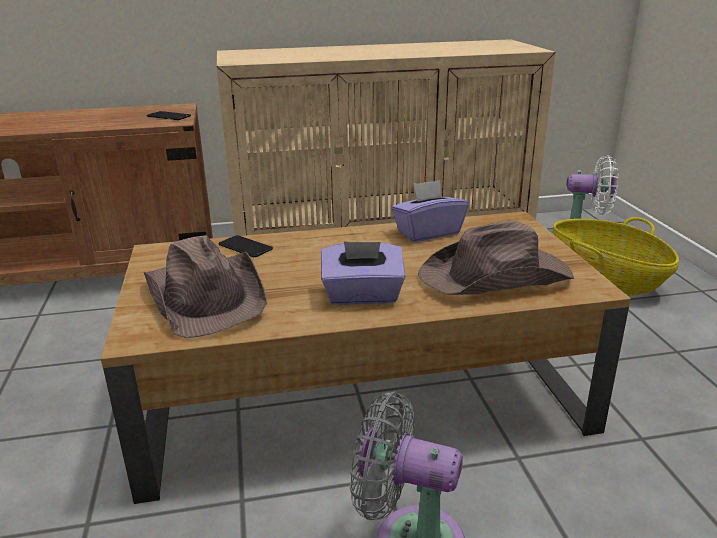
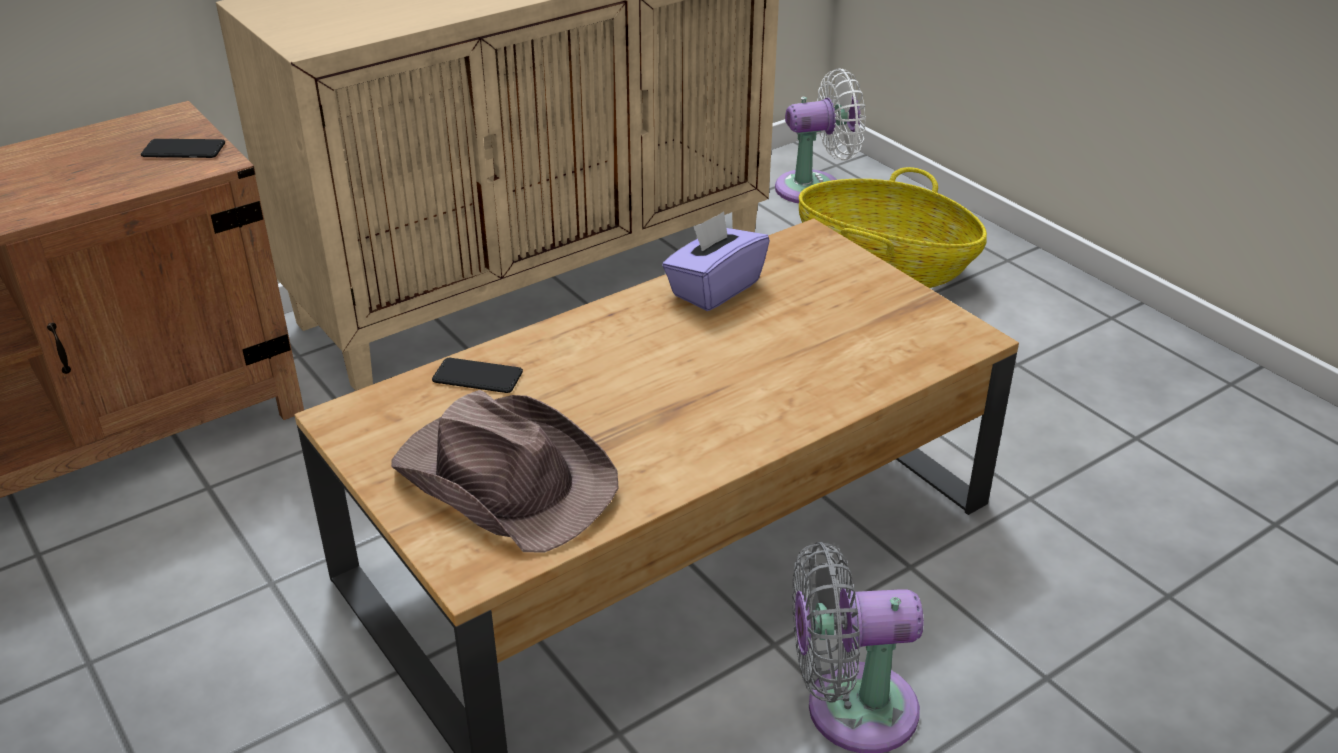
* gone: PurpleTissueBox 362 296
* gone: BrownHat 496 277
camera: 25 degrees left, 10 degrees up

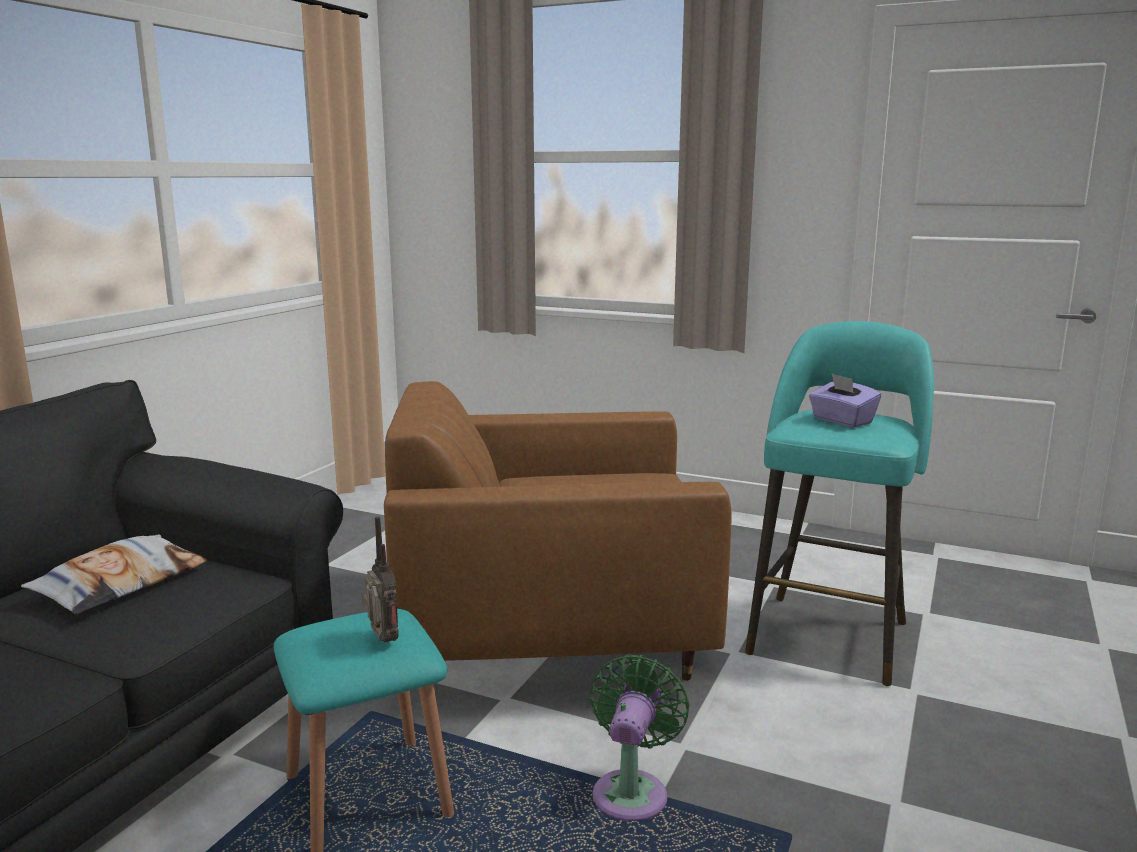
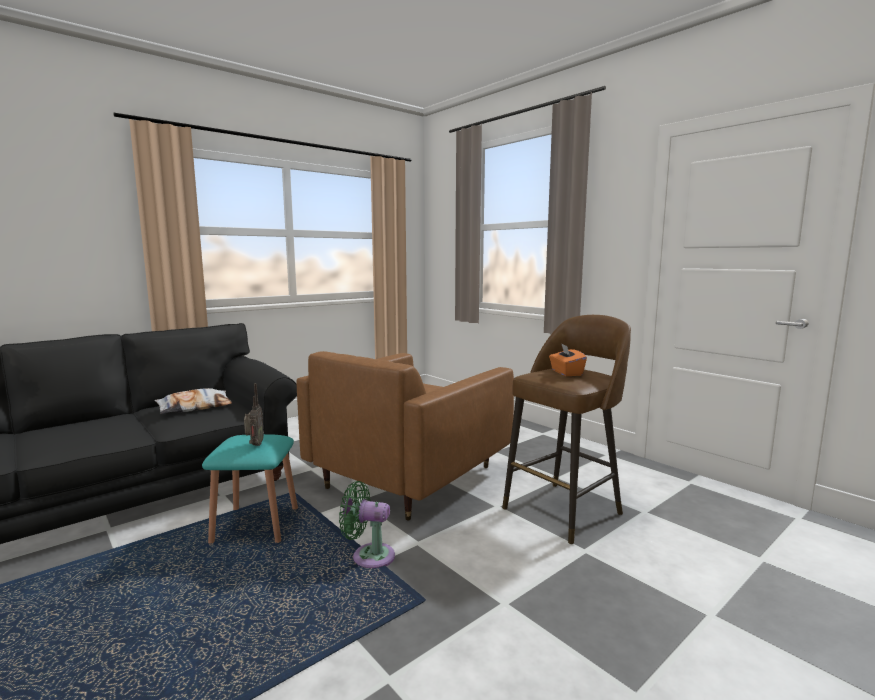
* repainted: TurquoiseStool 830 635 to BrownStool 564 510
* repainted: PurpleTissueBox 841 421 to OrangeTissueBox 566 373
* rotated: BrownArmchair 551 635 = 409 477 75 degrees counterclockwise
* rotated: GreenFan 632 791 = 369 556 120 degrees counterclockwise
camera: 25 degrees right, 5 degrees down

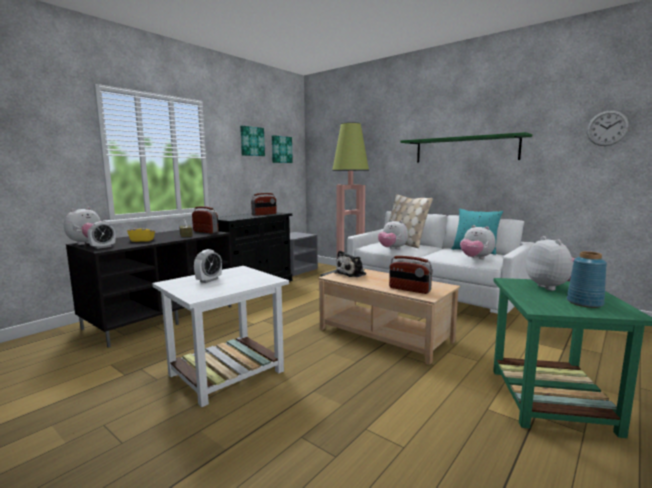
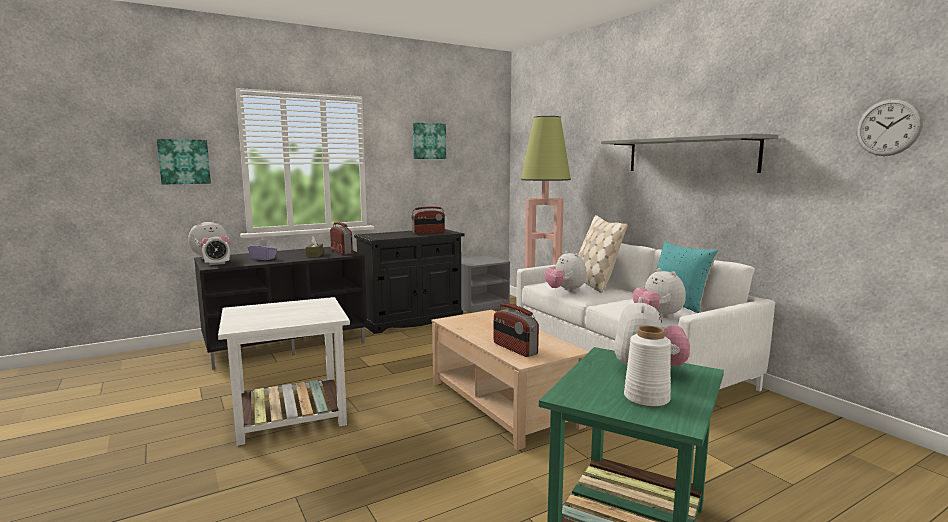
* gone: AlarmClock 209 280
* gone: PlushToy 352 274
* shifted: Picture 281 149 to 184 161
* repainted: YellowTissueBox 142 240 to PurpleTissueBox 263 258
* repainted: GreenShelf 465 149 to GreyShelf 689 155
* repainted: BlueVase 585 303 to WhiteVase 647 399
camera: 20 degrees right, 0 degrees up

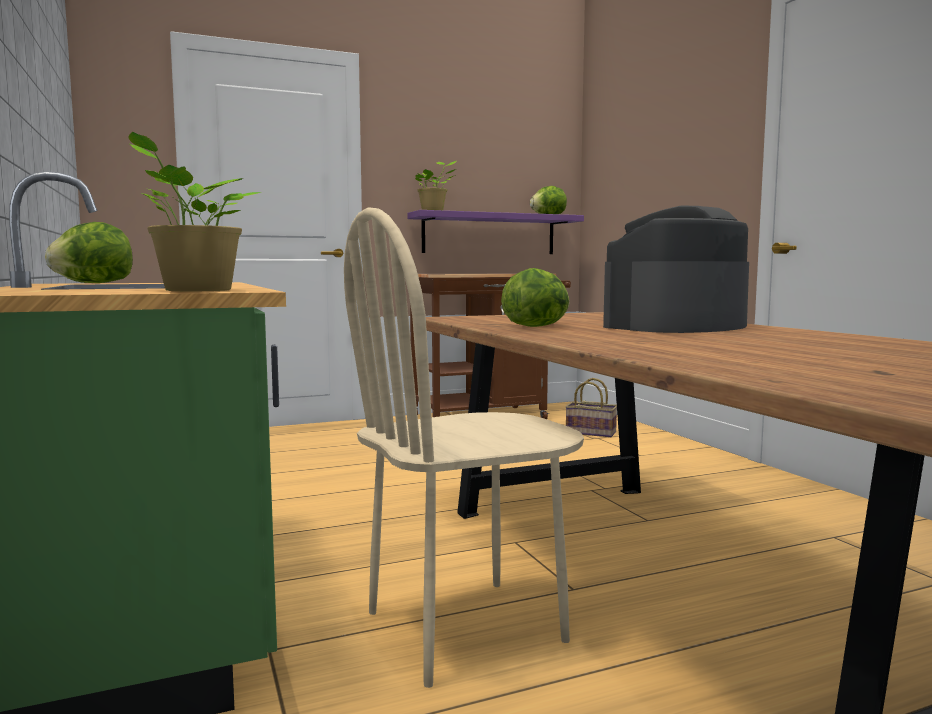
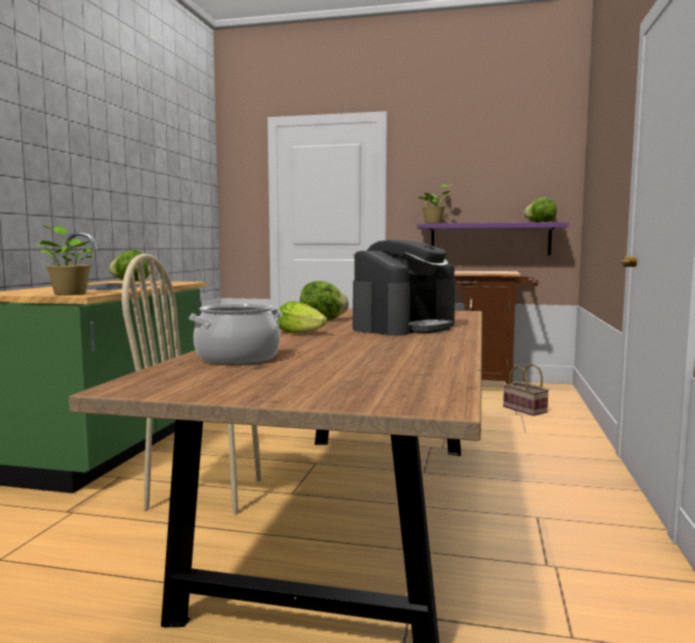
* new: CookingPot 237 358
* new: Lettuce 302 333
* rotated: CoffeeMachine 675 326 = 404 327 135 degrees clockwise
camera: 35 degrees right, 0 degrees up

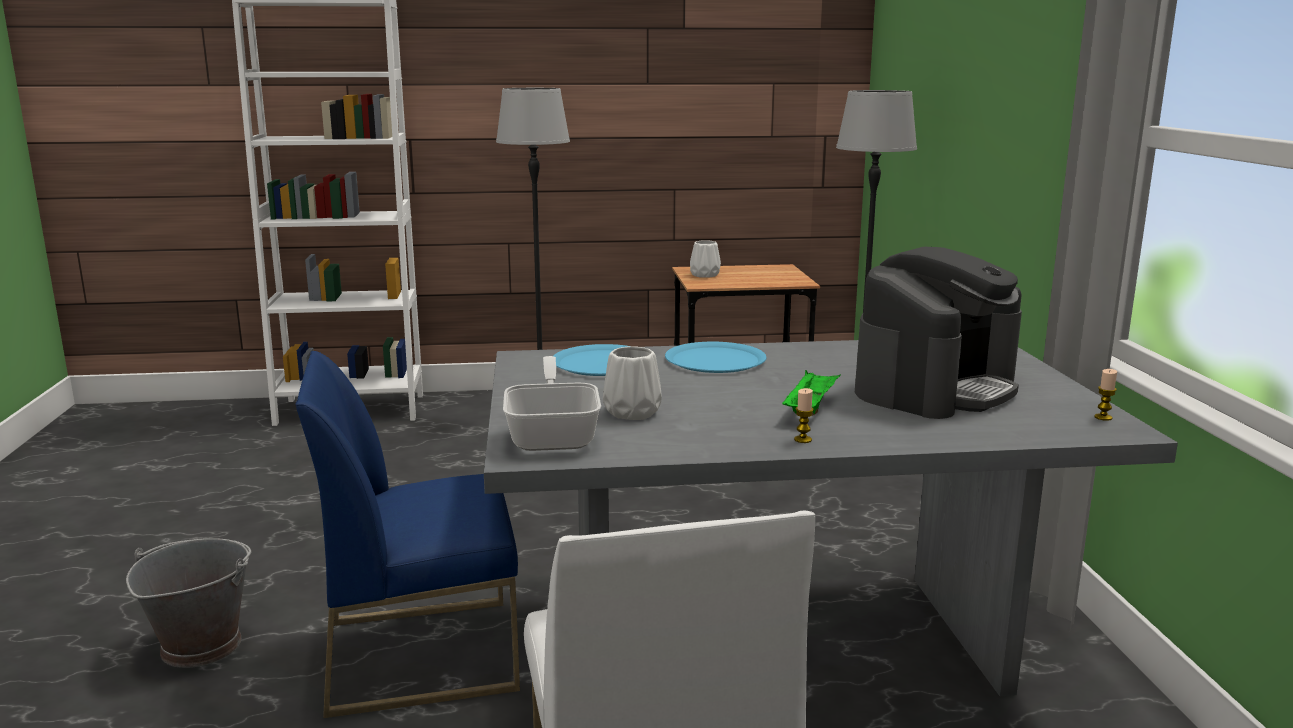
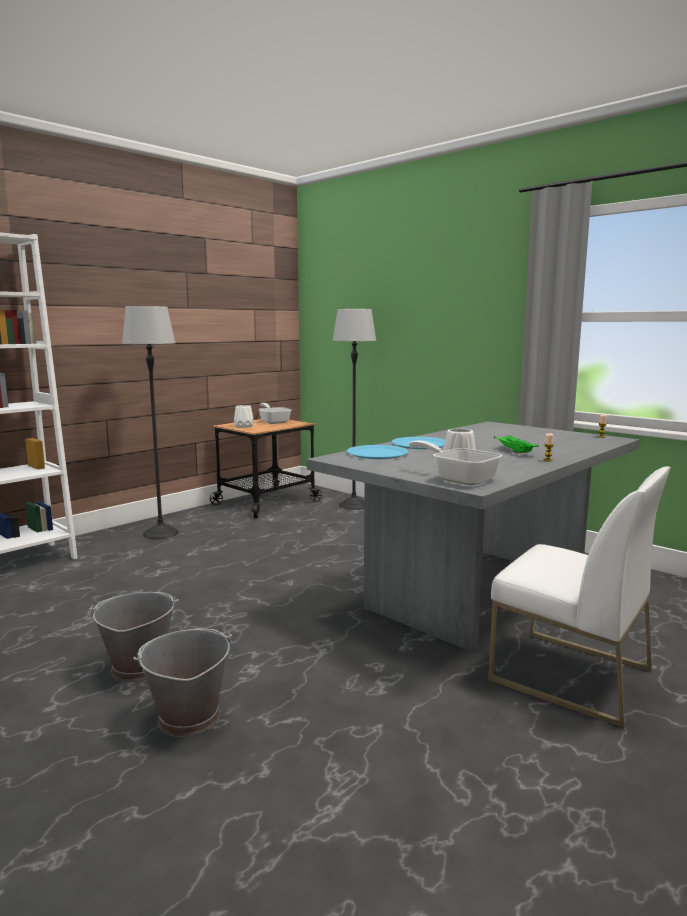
* gone: BlueChair 423 653
* gone: CoffeeMachine 935 388
* new: GreyBucket 138 667
* new: FryingPan 273 421
camera: 40 degrees left, 5 degrees down

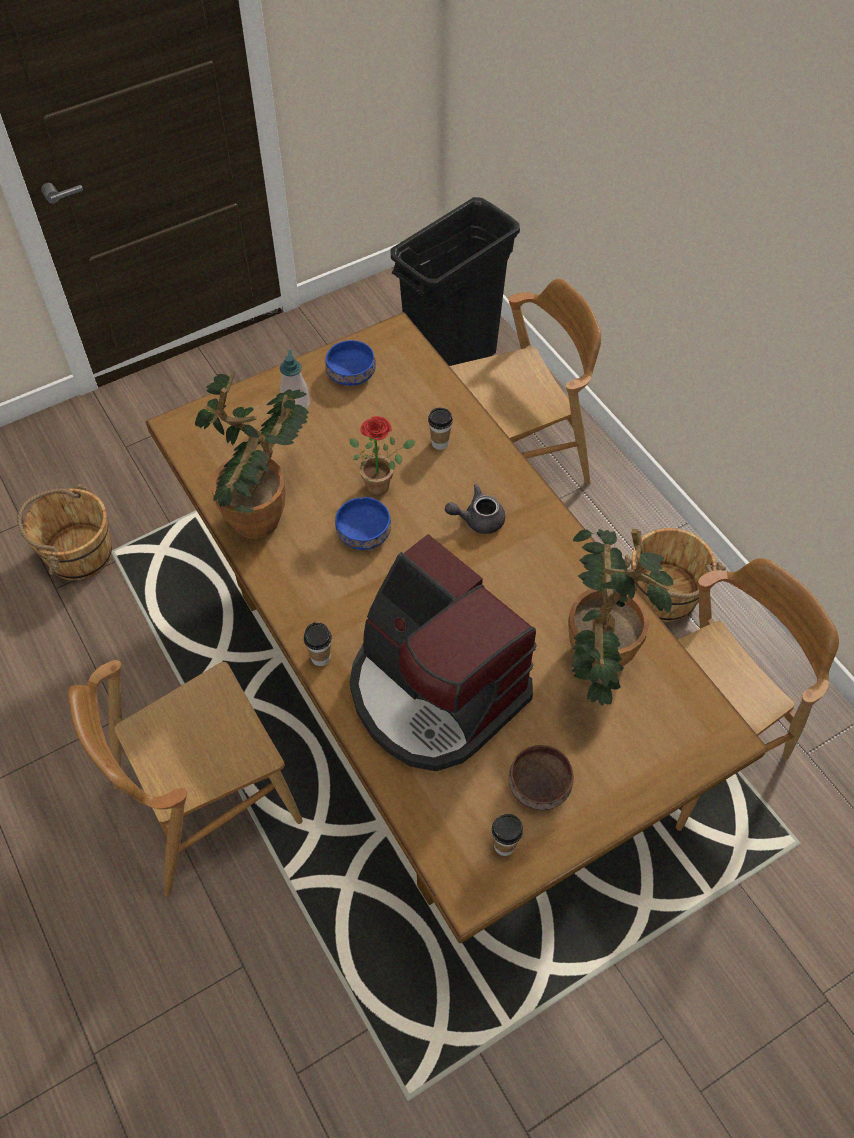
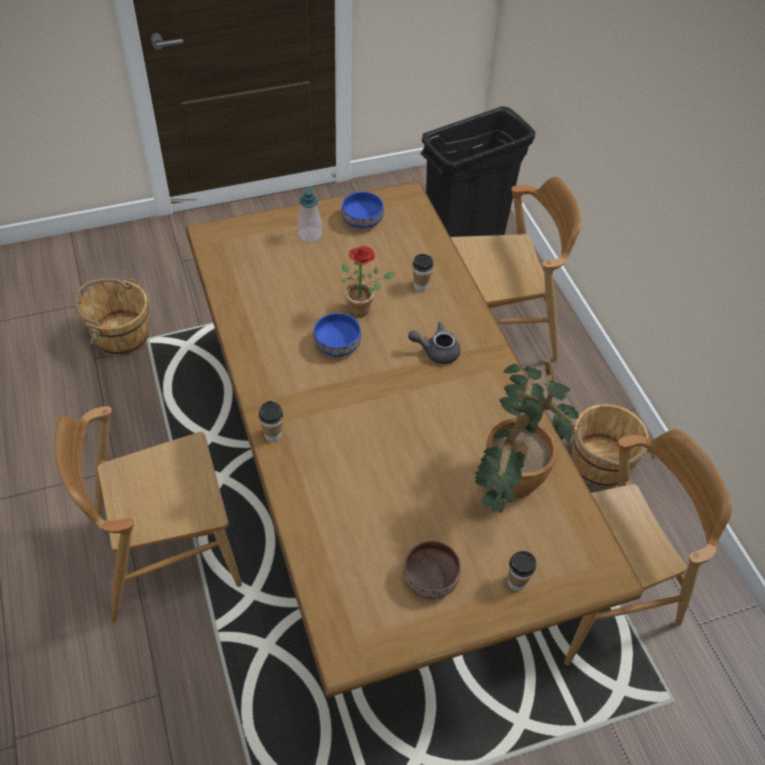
* gone: PottedPlant 265 511
* gone: CoffeeMachine 434 692
* shifted: Cup 504 845 to 516 582
camera: 10 degrees right, 5 degrees down

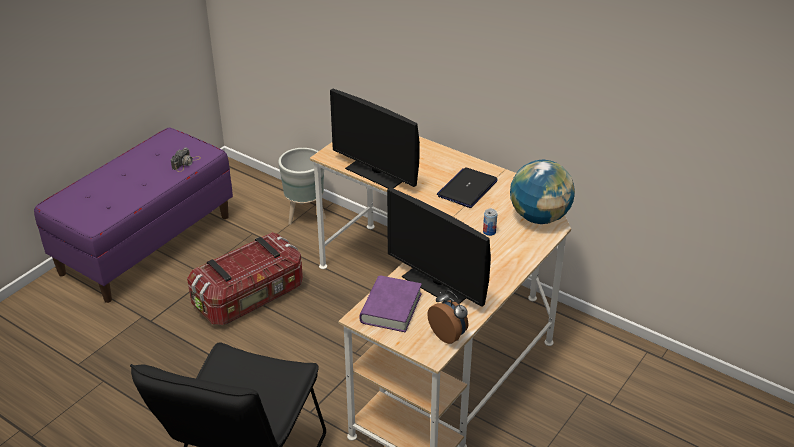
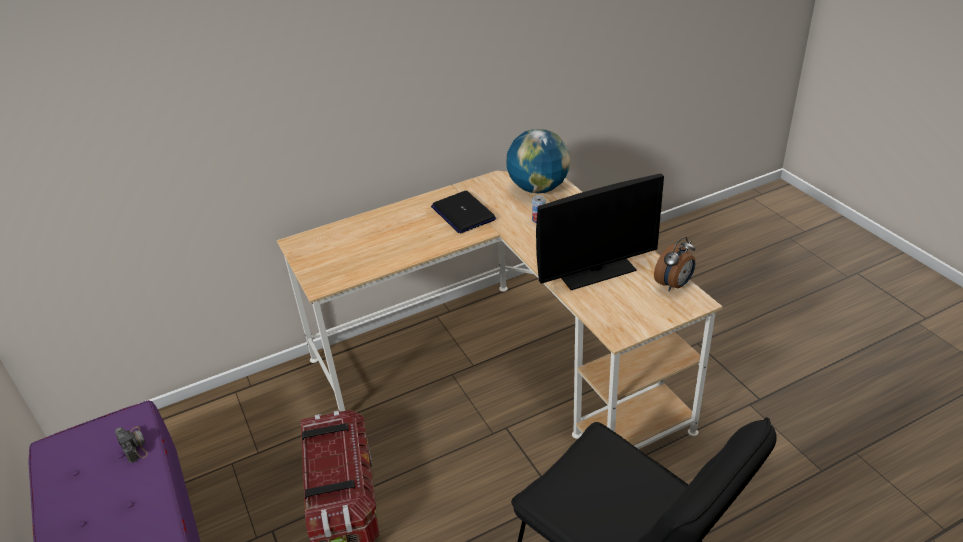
* gone: GreyPlanter 305 215
* gone: Monitor 376 173
* gone: PurpleBook 391 308
* rotated: AlarmClock 449 335 = 674 285 150 degrees clockwise
camera: 60 degrees left, 0 degrees up

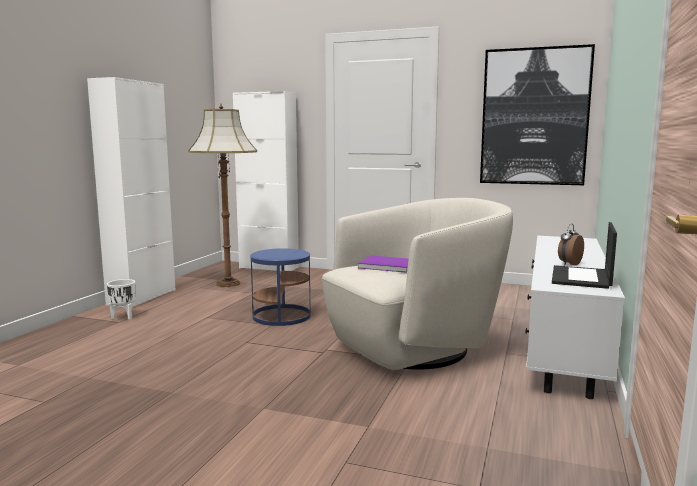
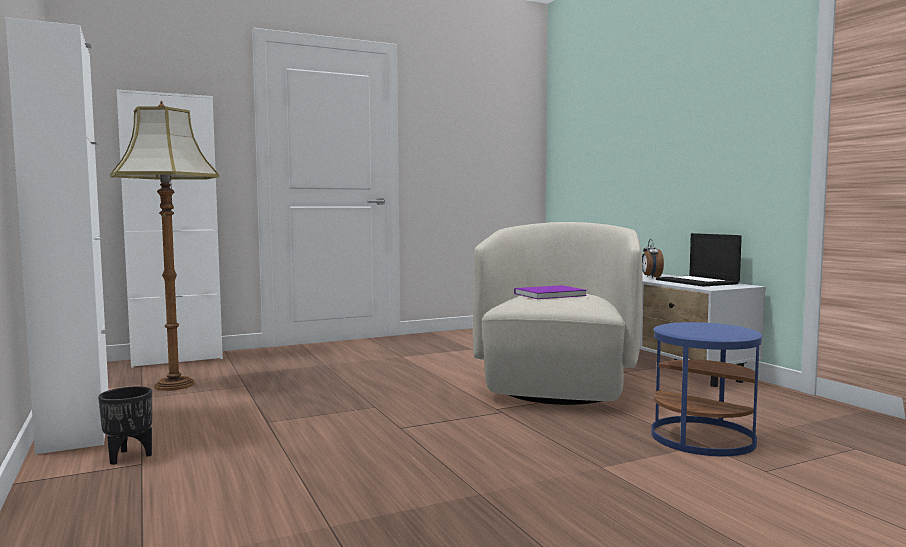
* gone: Picture 534 117
* shifted: BlueSideTable 282 316 to 702 437
* repainted: WhitePlanter 123 317 to BlackPlanter 128 457
camera: 45 degrees left, 5 degrees down

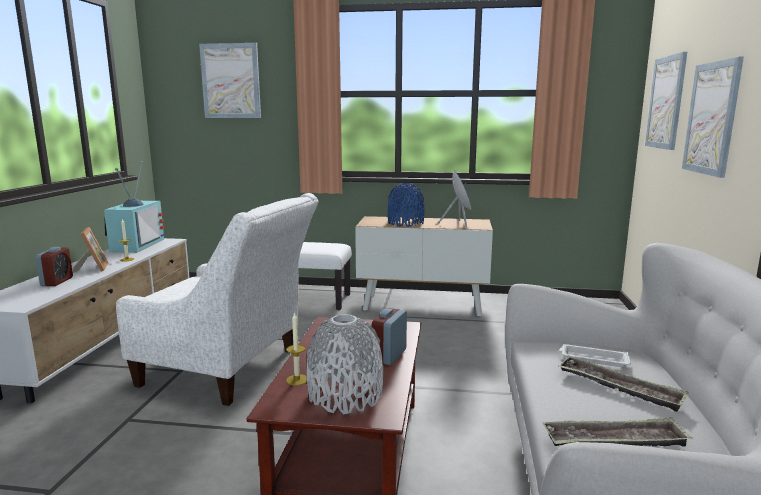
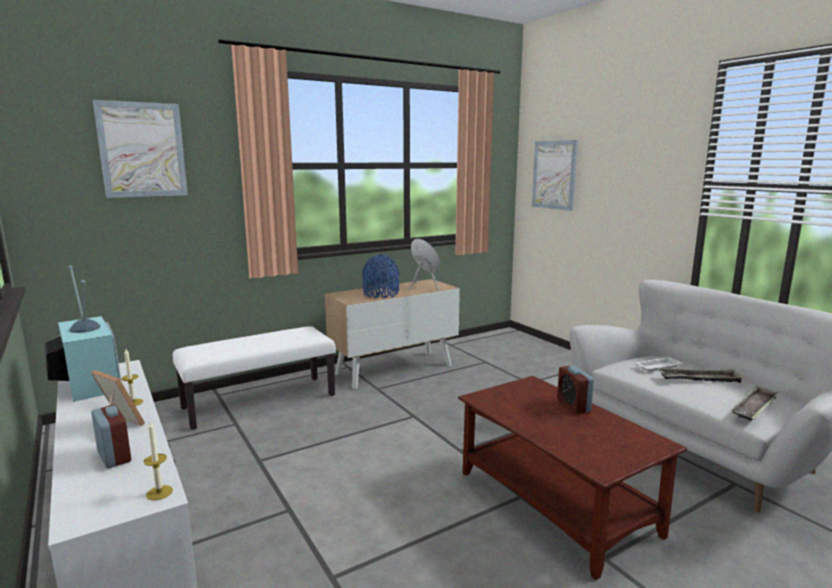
* gone: WhiteArmchair 230 369
* gone: GreyVase 345 395
* gone: Picture 711 118
* shifted: Candle 297 380 to 159 492
camera: 40 degrees left, 0 degrees up

